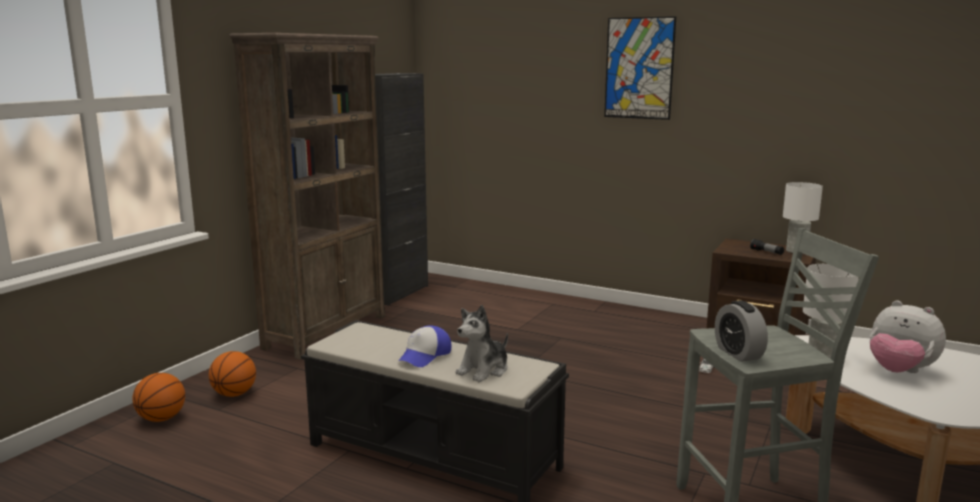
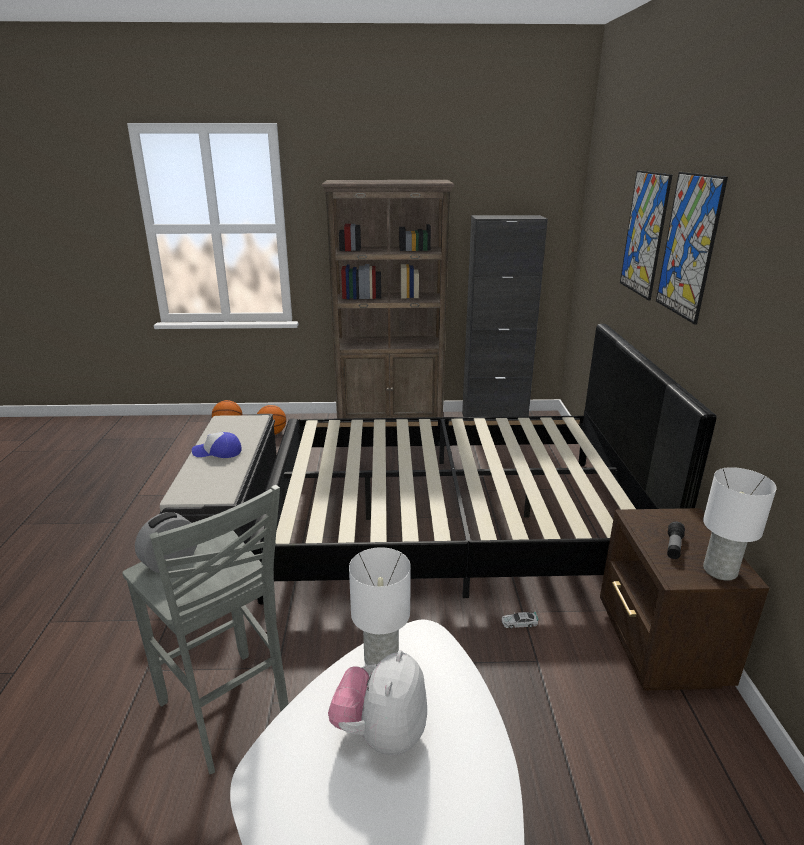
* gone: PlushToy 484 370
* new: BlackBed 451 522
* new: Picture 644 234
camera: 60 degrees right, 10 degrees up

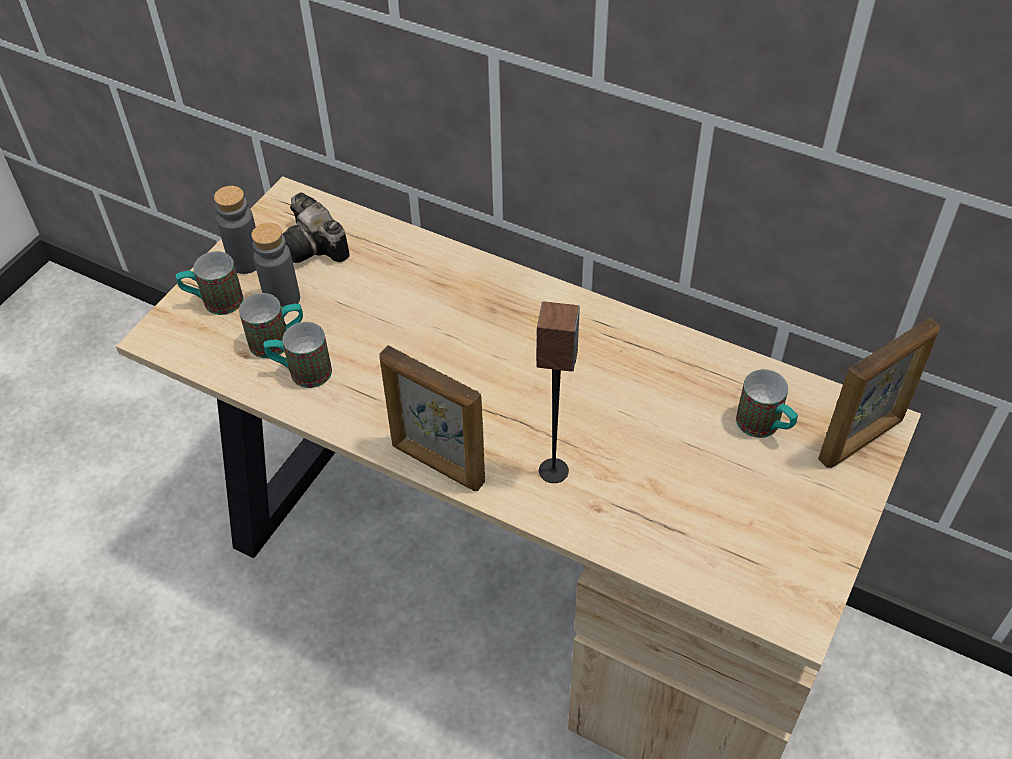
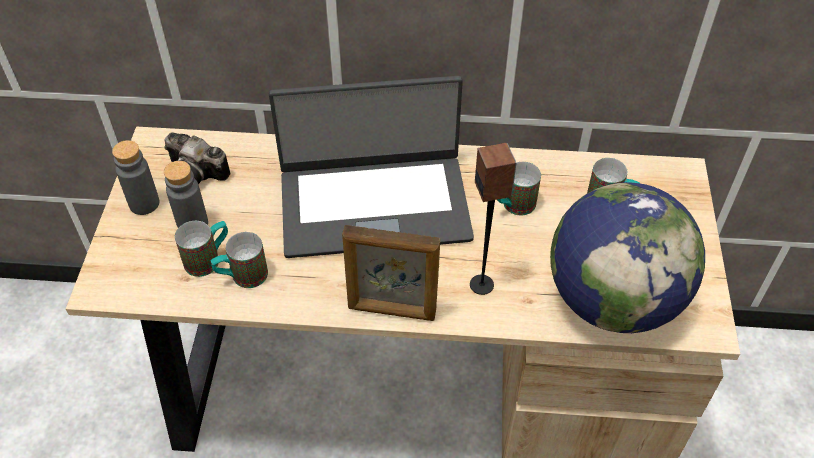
* gone: PictureFrame 862 439
* new: Laptop 374 204
* new: Globe 612 300
* shifted: Mug 214 302 to 513 206
camera: 25 degrees left, 0 degrees up

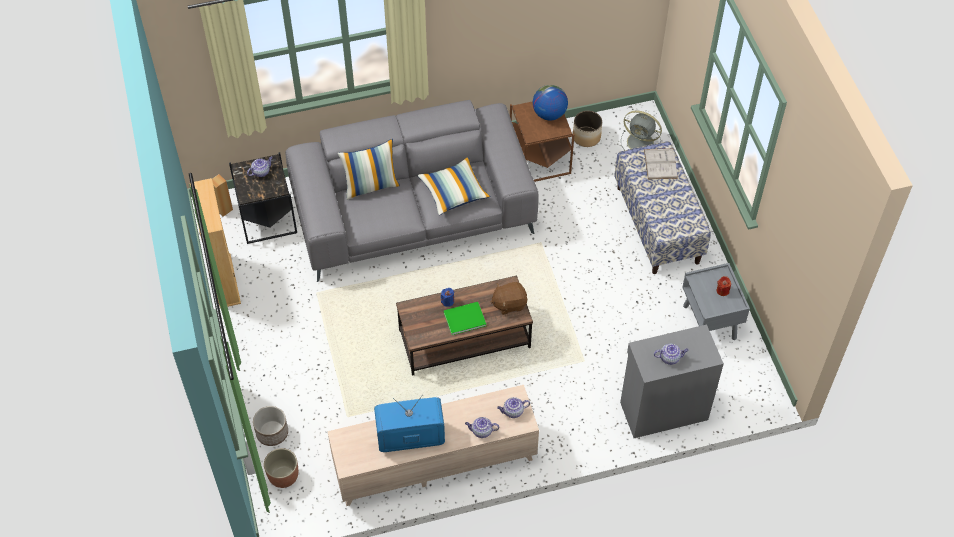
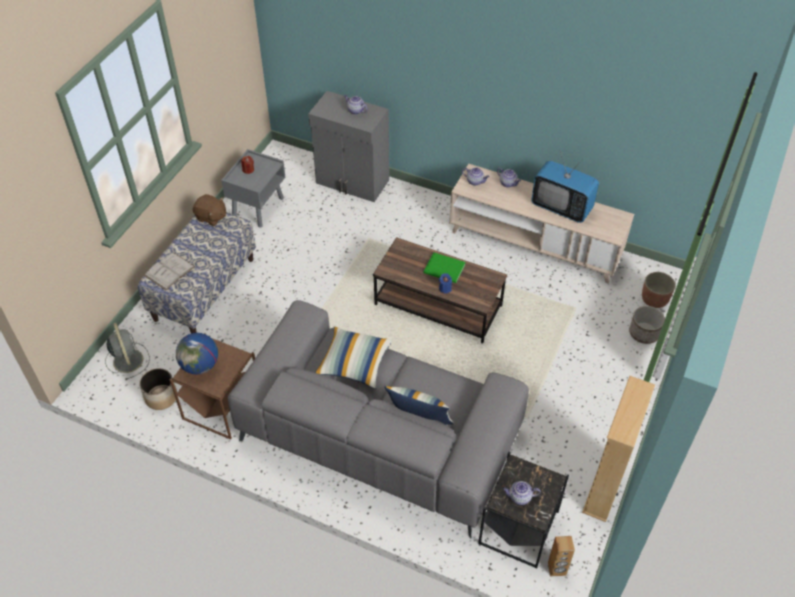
* shifted: BrownPlushToy 509 303 to 211 217
camera: 140 degrees left, 5 degrees down

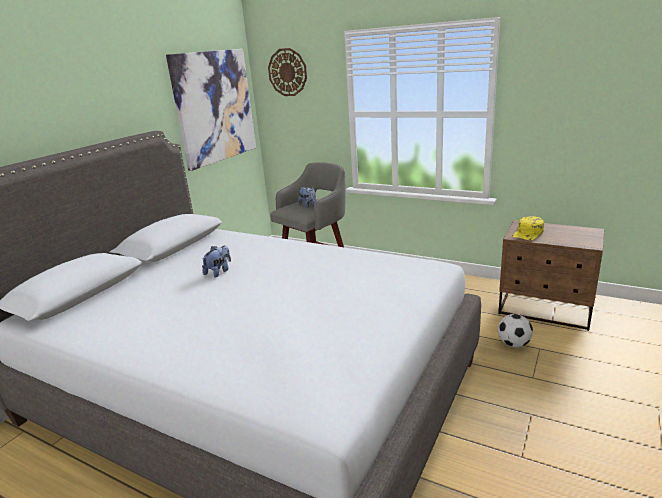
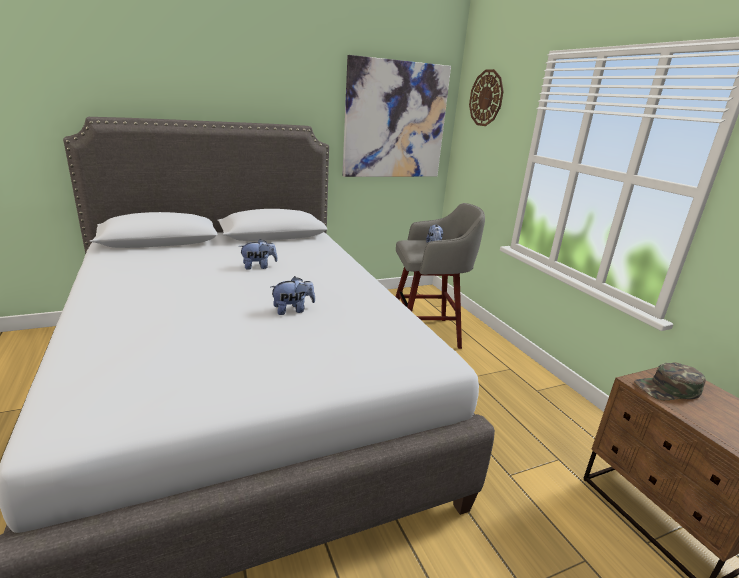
* gone: Football 513 344
* new: PlushToy 293 310
* repainted: YellowCap 528 233 to GreenCap 667 389
camera: 35 degrees right, 0 degrees up

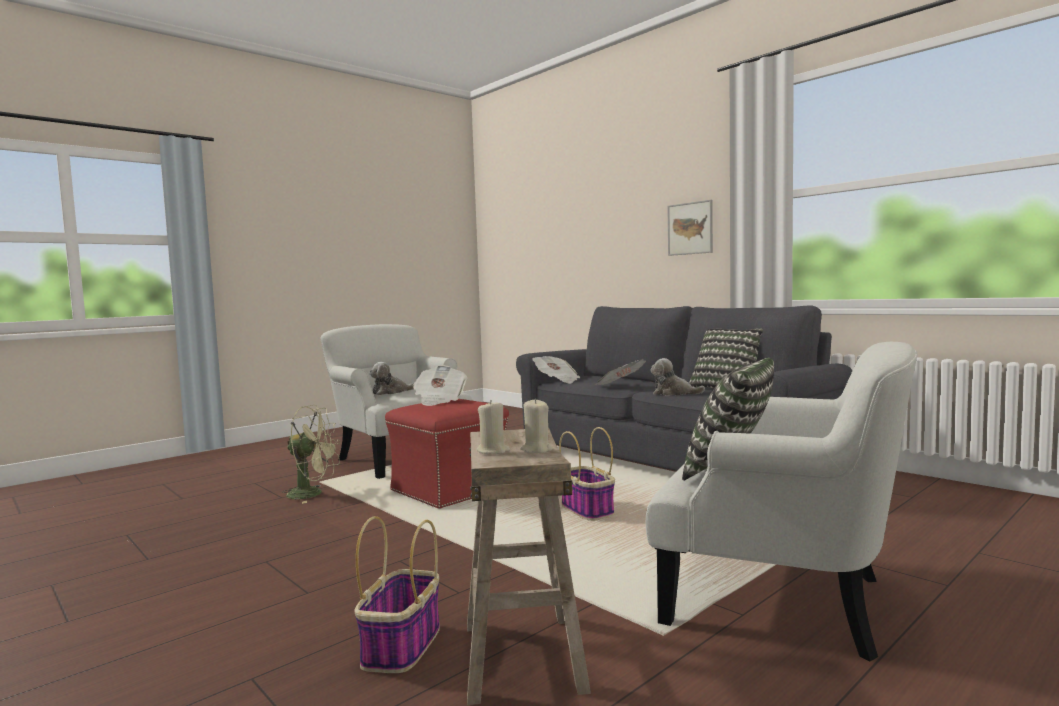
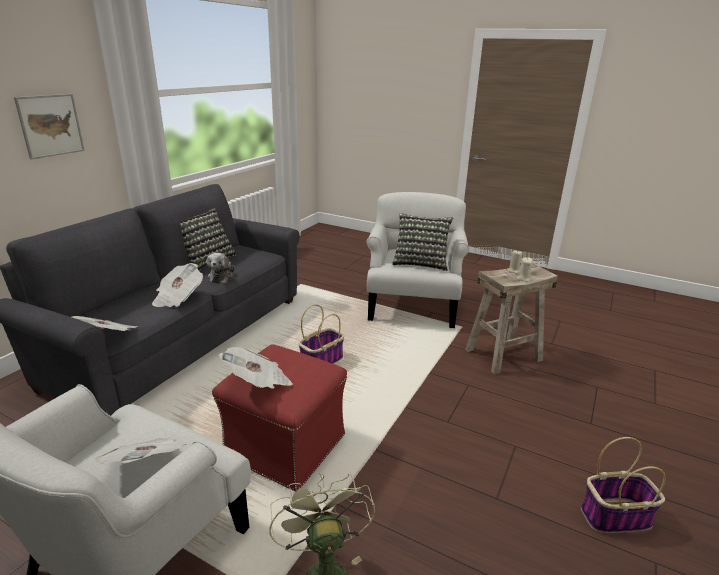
* shifted: Basket 401 647 to 616 516
* swapped: PlushToy 391 392 to Newspaper 148 465
camera: 110 degrees left, 20 degrees up

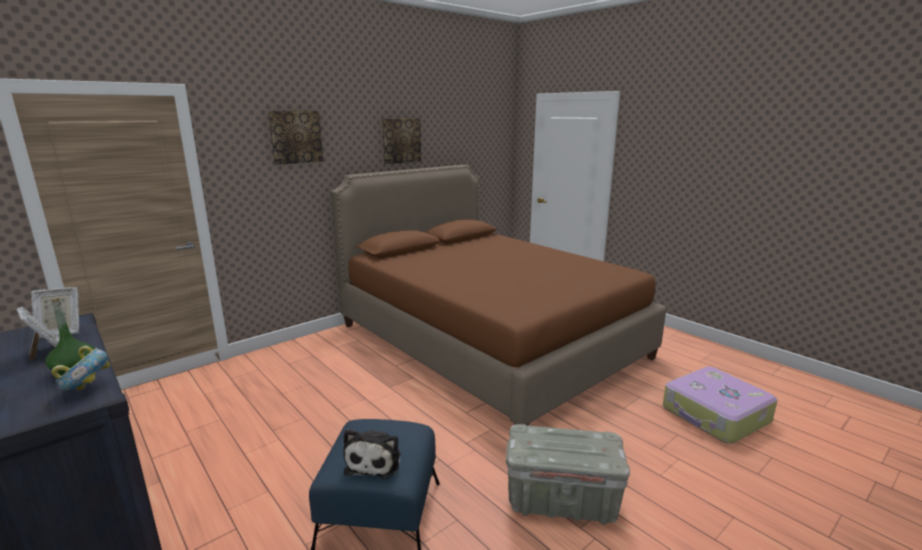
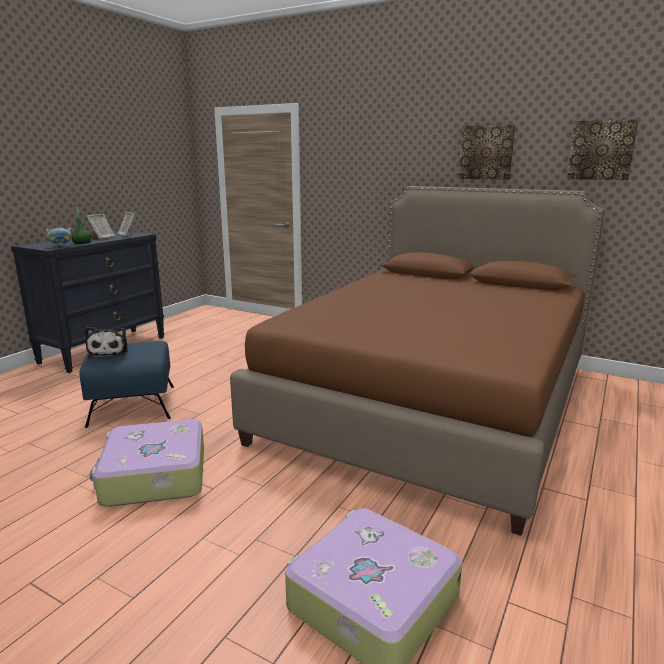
* shifted: Picture 296 137 to 601 150
* swapped: GreyStorageBox 562 500 to Suitcase 153 476
* rotated: PlushToy 375 461 = 109 352 90 degrees counterclockwise
camera: 70 degrees right, 0 degrees up

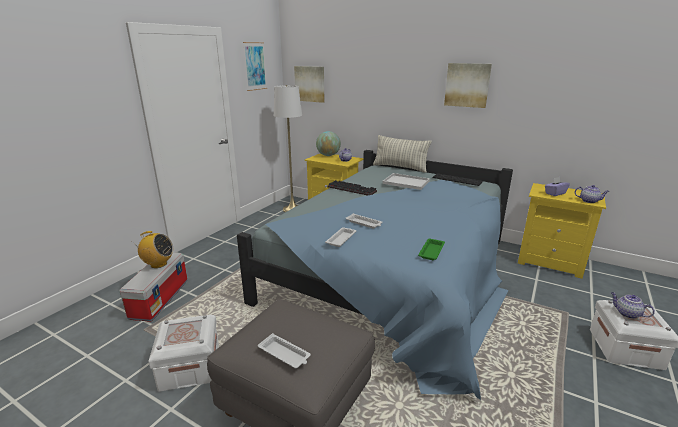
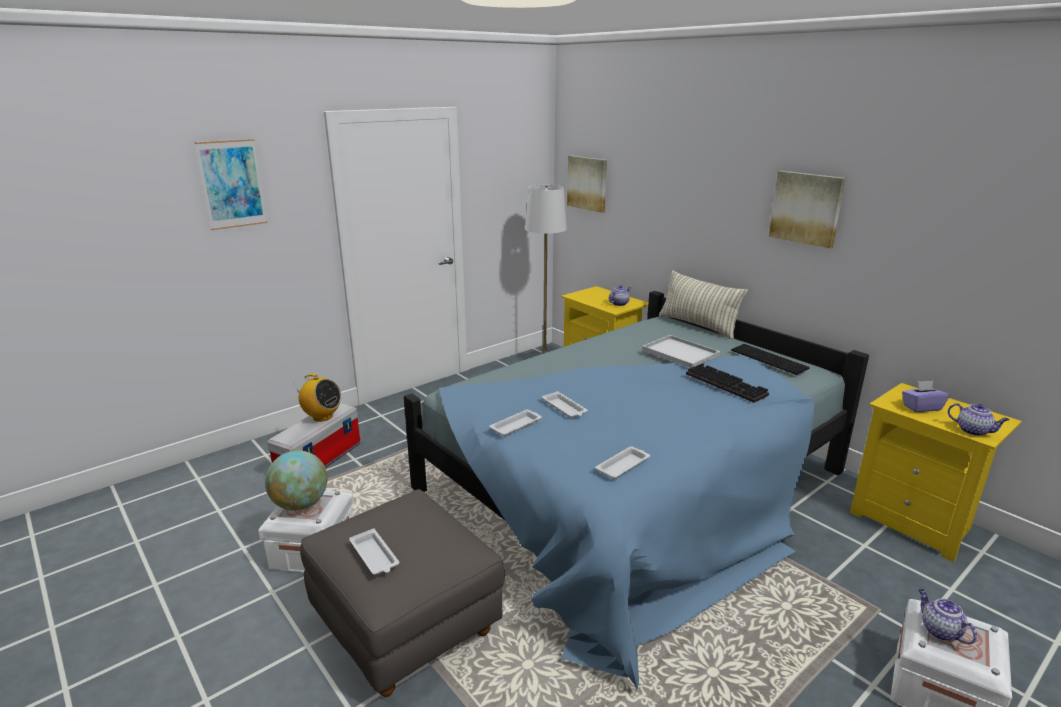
* shifted: Picture 255 66 to 232 184
* shifted: Globe 328 155 to 300 504
* shifted: Keyboard 353 189 to 728 384
* repainted: GreenTray 431 251 to WhiteTray 623 465
camera: 20 degrees right, 0 degrees up

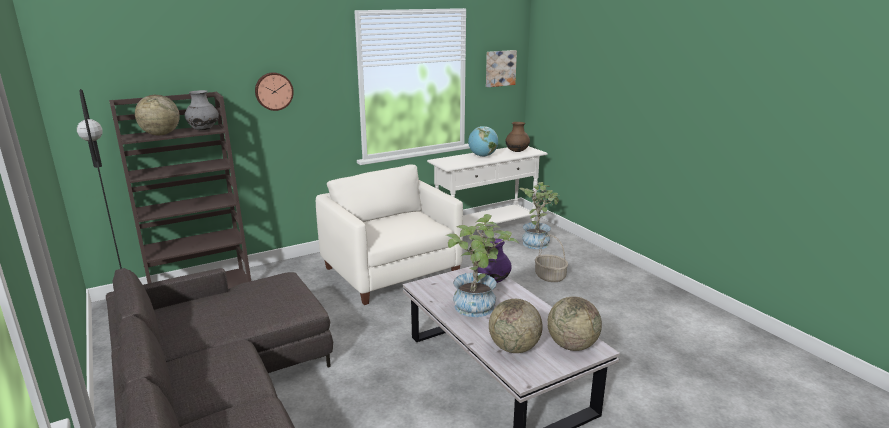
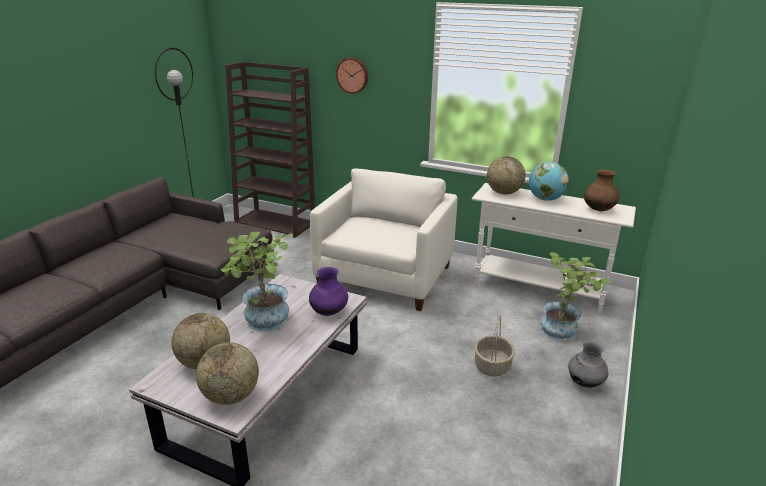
* gone: Picture 500 68
* shifted: Globe 160 134 to 503 193
* shifted: GreyVase 203 130 to 584 383
camera: 55 degrees right, 5 degrees up

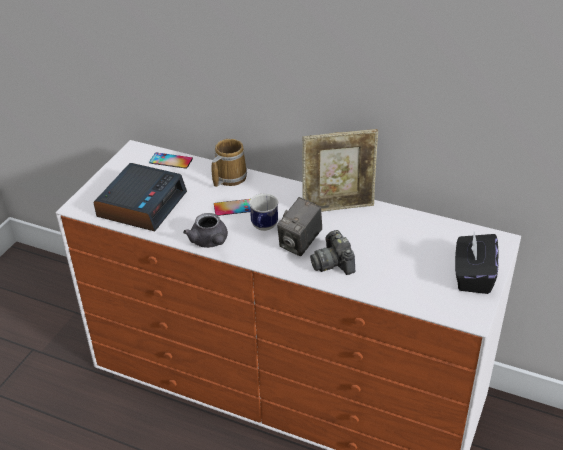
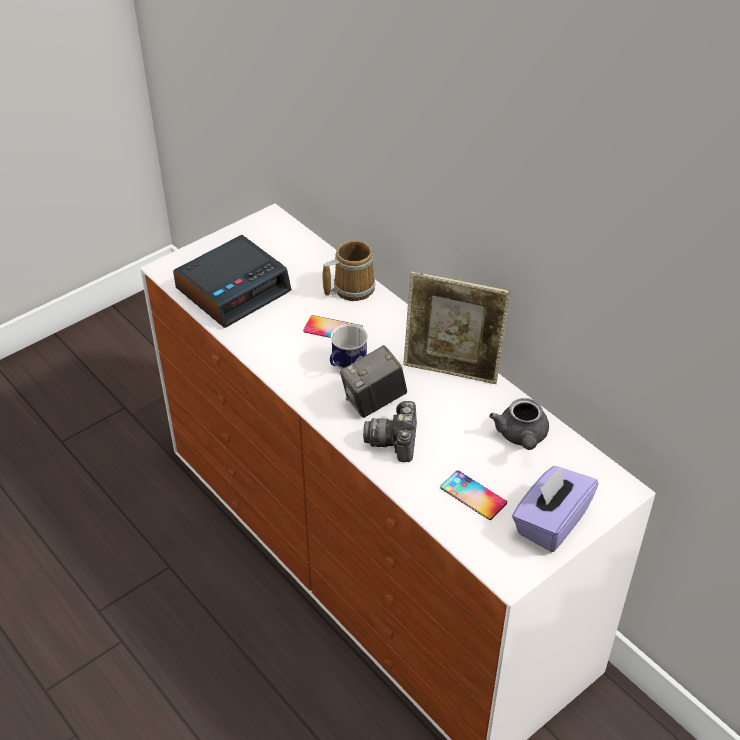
* shifted: Phone 171 161 to 473 495
* shifted: GreyTeapot 210 242 to 521 437
* repainted: BlackTissueBox 473 276 to PurpleTissueBox 550 522
camera: 25 degrees right, 5 degrees up

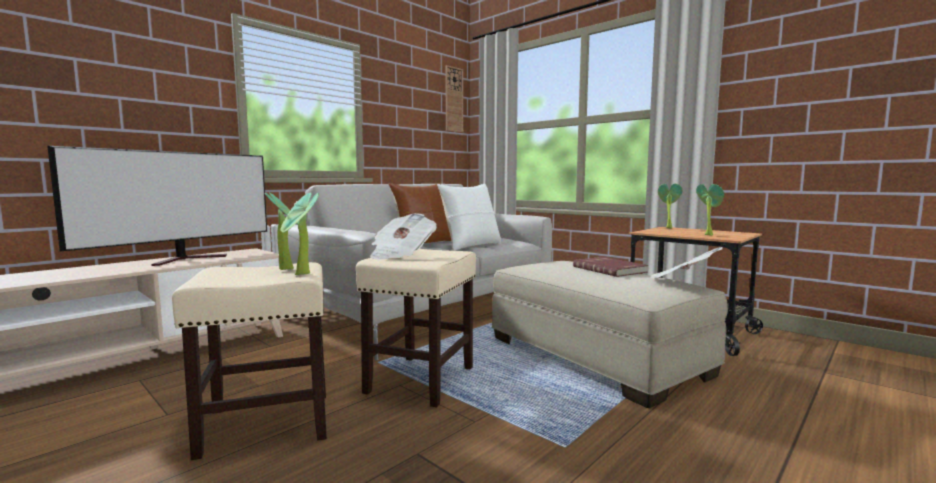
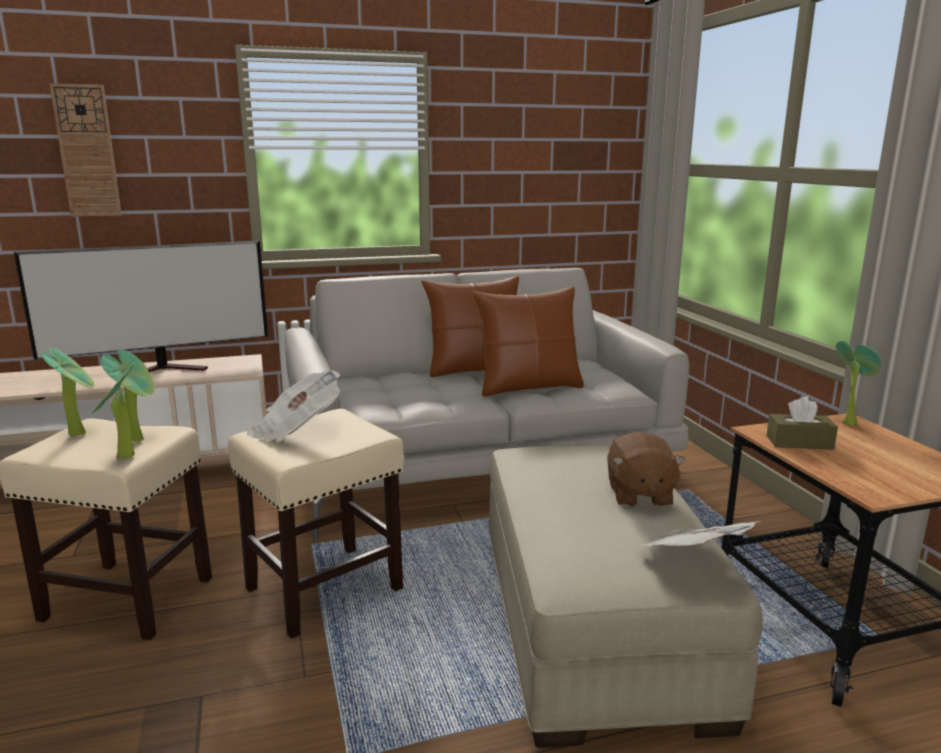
* new: BrownTissueBox 799 442
* shifted: WallClock 453 99 to 87 151
* shifted: PottedPlant 707 235 to 80 433
* swapped: RedBook 610 269 to BrownPlushToy 639 495
* repainted: WhitePillow 471 246 to BrownPillow 528 387
camera: 30 degrees right, 10 degrees up

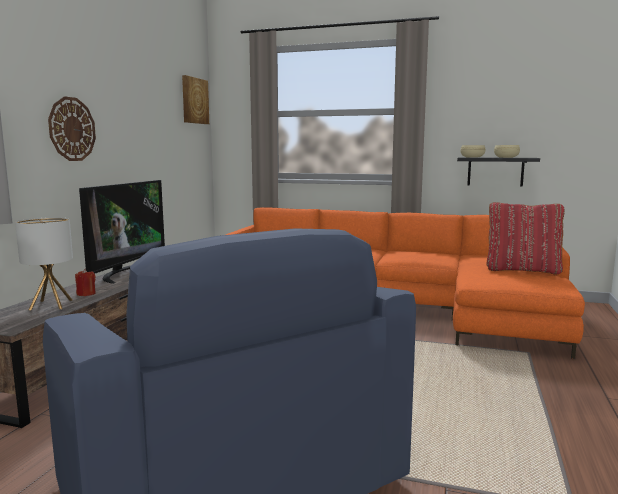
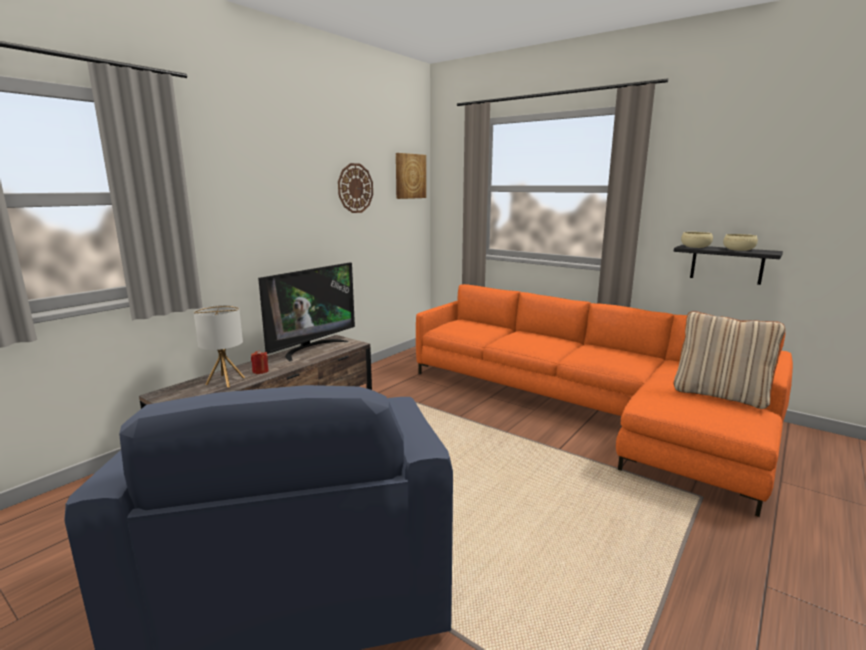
* shifted: WallClock 72 129 to 355 188
* repainted: RedPillow 522 270 to BeigePillow 720 395
camera: 20 degrees right, 5 degrees up

